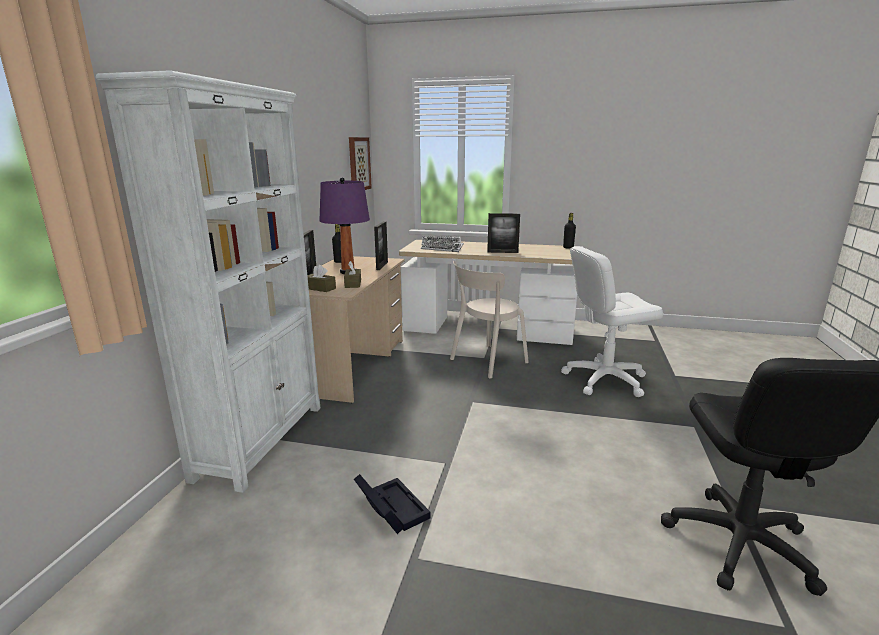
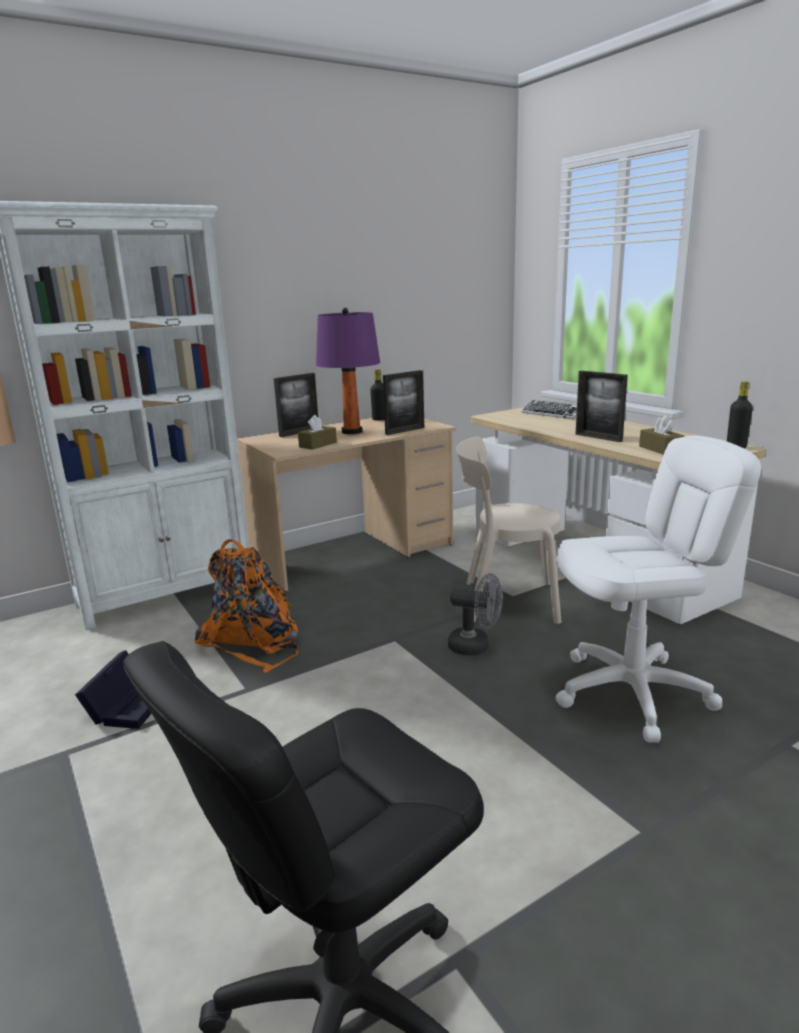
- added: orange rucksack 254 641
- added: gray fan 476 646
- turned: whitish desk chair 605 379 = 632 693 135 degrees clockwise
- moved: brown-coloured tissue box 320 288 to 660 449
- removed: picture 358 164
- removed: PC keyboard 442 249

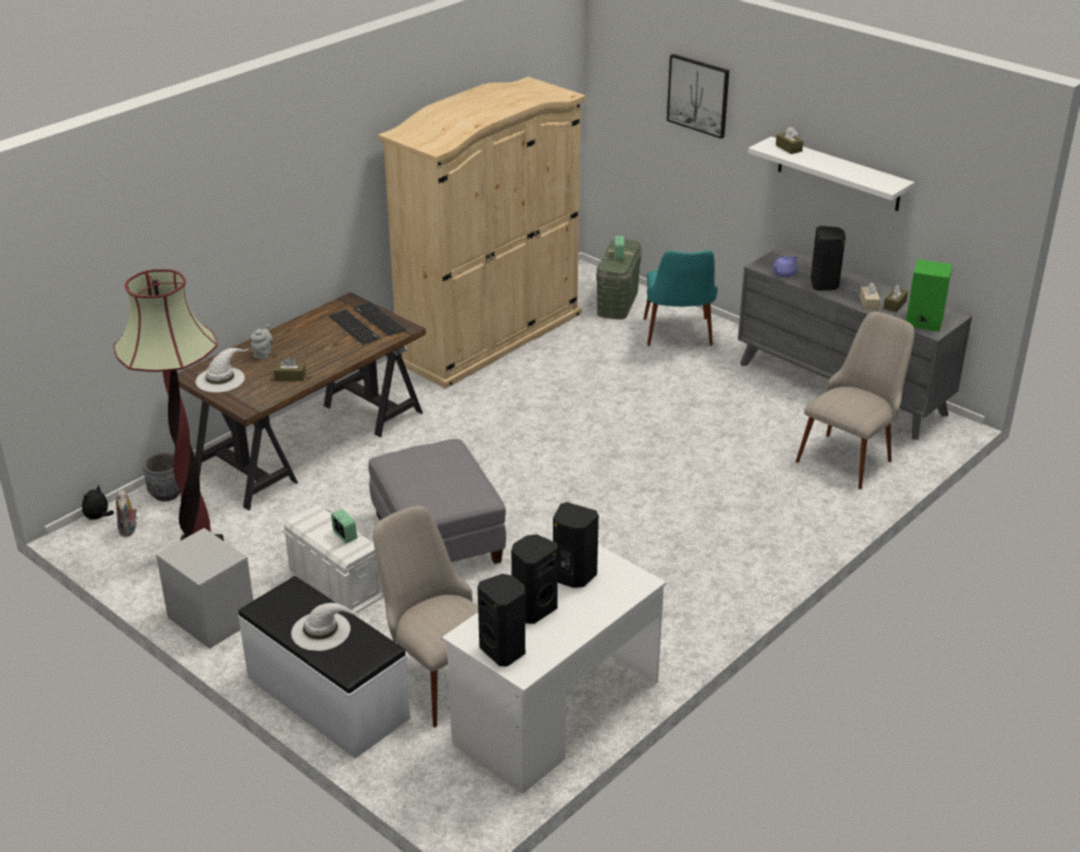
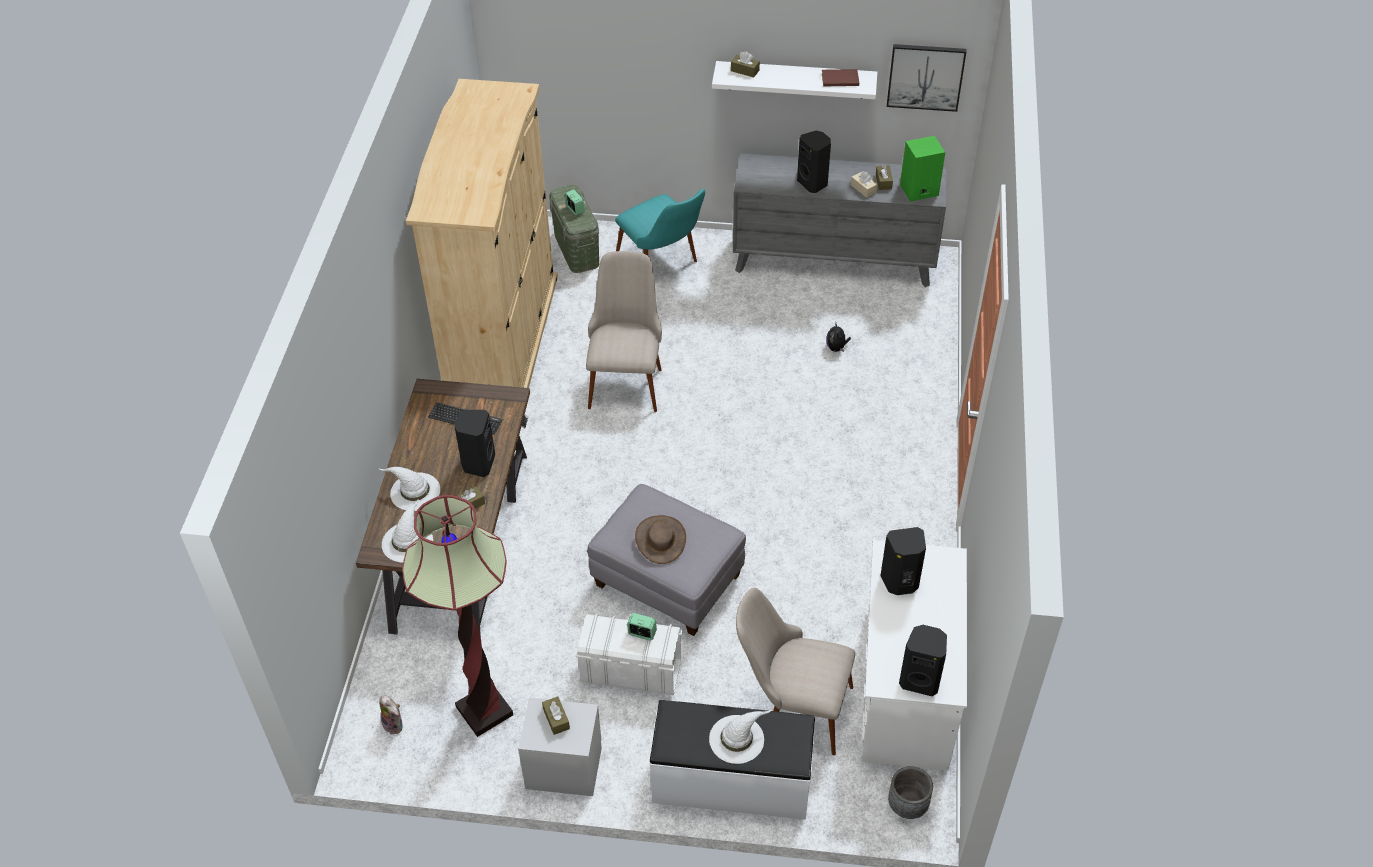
- replaced: gray pot for tea 263 353 to whitish clothing hat 414 491
- moved: blackish speaker 533 609 to 478 463
- added: brown-coloured tissue box 556 719
- moved: sand-coloured plain chair 851 454 to 626 377
- added: brown-coloured clothing hat 660 539
- added: brown-coloured bound book 839 79
- moved: soft toy 98 518 to 836 348
- moved: picture 698 95 to 925 76
- moved: gray planter 167 494 to 907 805
- removed: PC keyboard 379 319
- removed: purple-coloured pot for tea 783 273

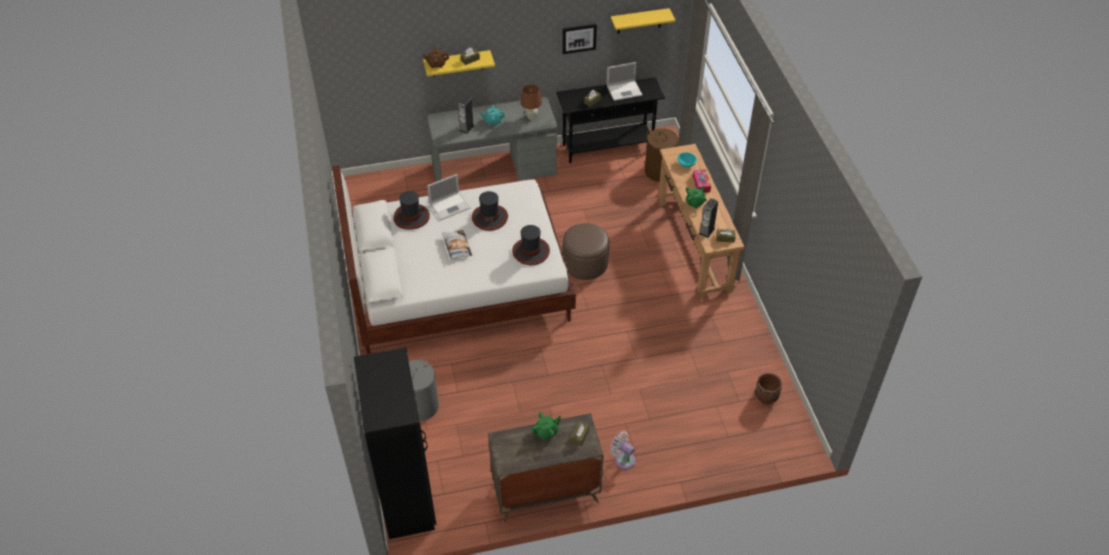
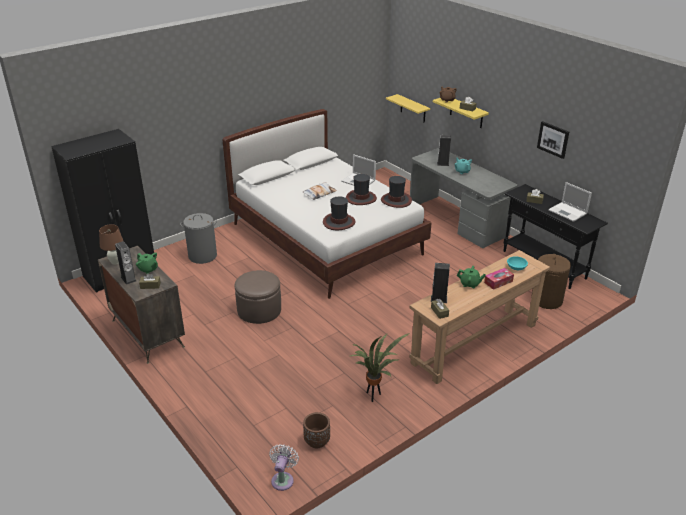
- moved: brown-coloured tabletop lamp 531 117 to 115 262
- added: speaker 128 279
- moved: brown-coloured ottoman 585 263 to 259 310
- moved: whitish fan 623 459 to 283 479
- added: potted plant 374 396
- moved: clothing hat 411 217 to 396 200
- moved: yellowish wall shelf 639 21 to 413 109

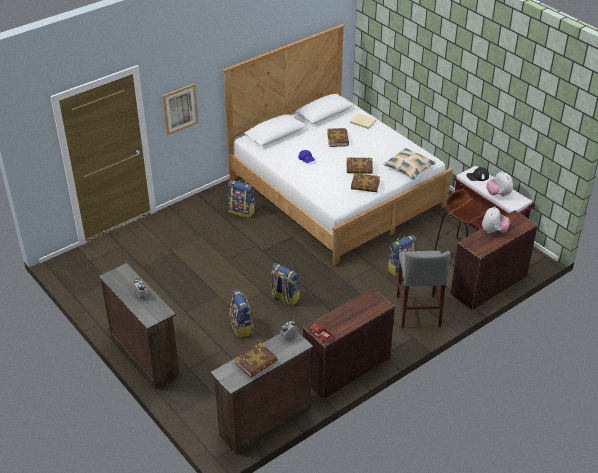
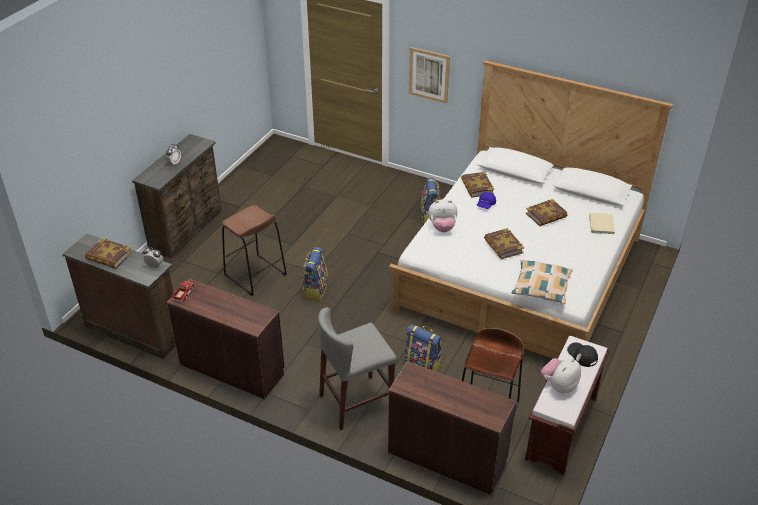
- replaced: rucksack 242 327 to brown-coloured stool seat 255 275
- moved: soft toy 493 231 to 442 227
- moved: bound book 365 185 to 477 187

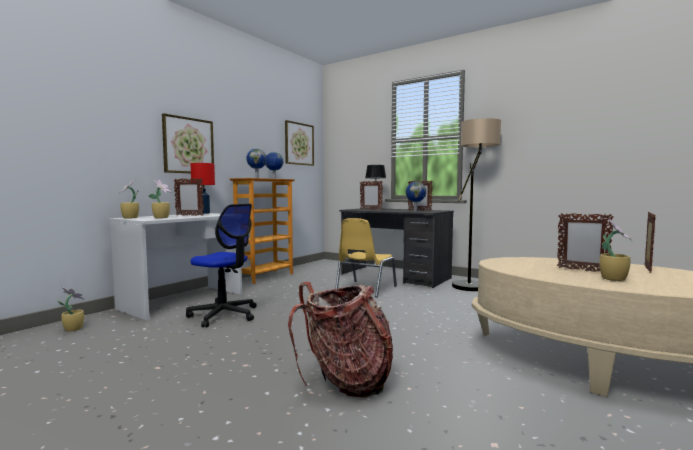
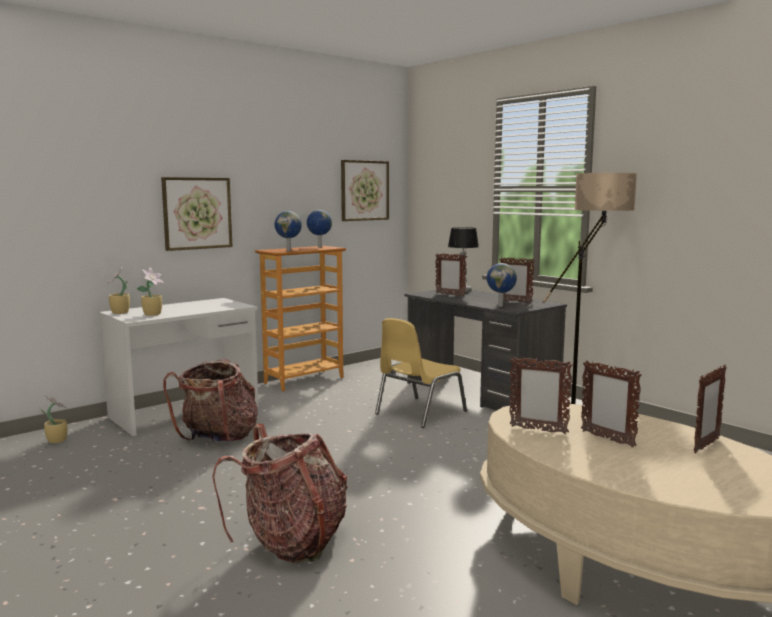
- replaced: desk chair 224 315 to rucksack 218 438
- moved: picture frame 189 215 to 538 430
- removed: red tabletop lamp 204 213
- removed: potted plant 614 279

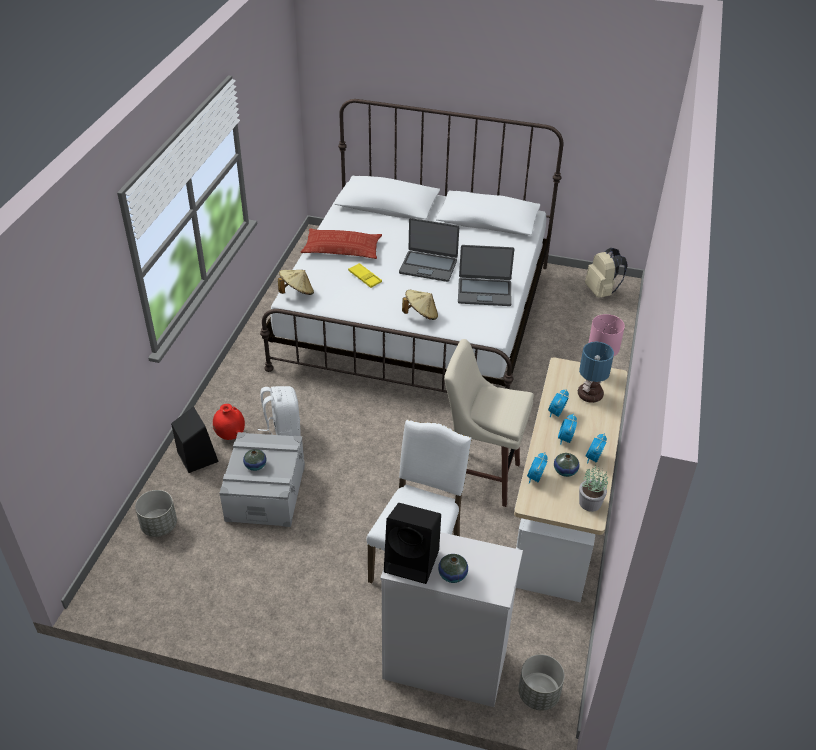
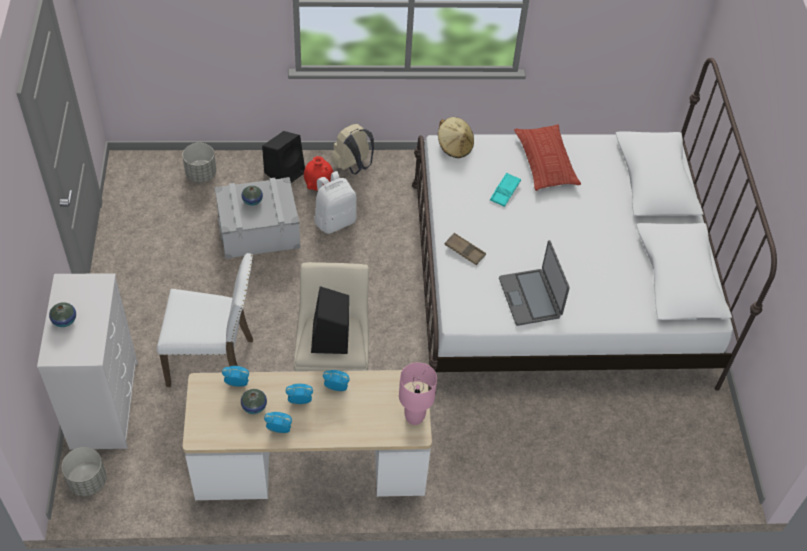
- moved: blackish speaker 413 561 to 330 339
- moved: sand-coloured rucksack 601 292 to 353 166
- replaced: sand-coloured clothing hat 421 315 to brown-coloured carrying tray 464 251
- recoloured: yellowish carrying tray 365 278 to blue-green carrying tray 505 192
- removed: portable computer 428 266
- removed: tabletop lamp 589 396
- removed: potted plant 589 503

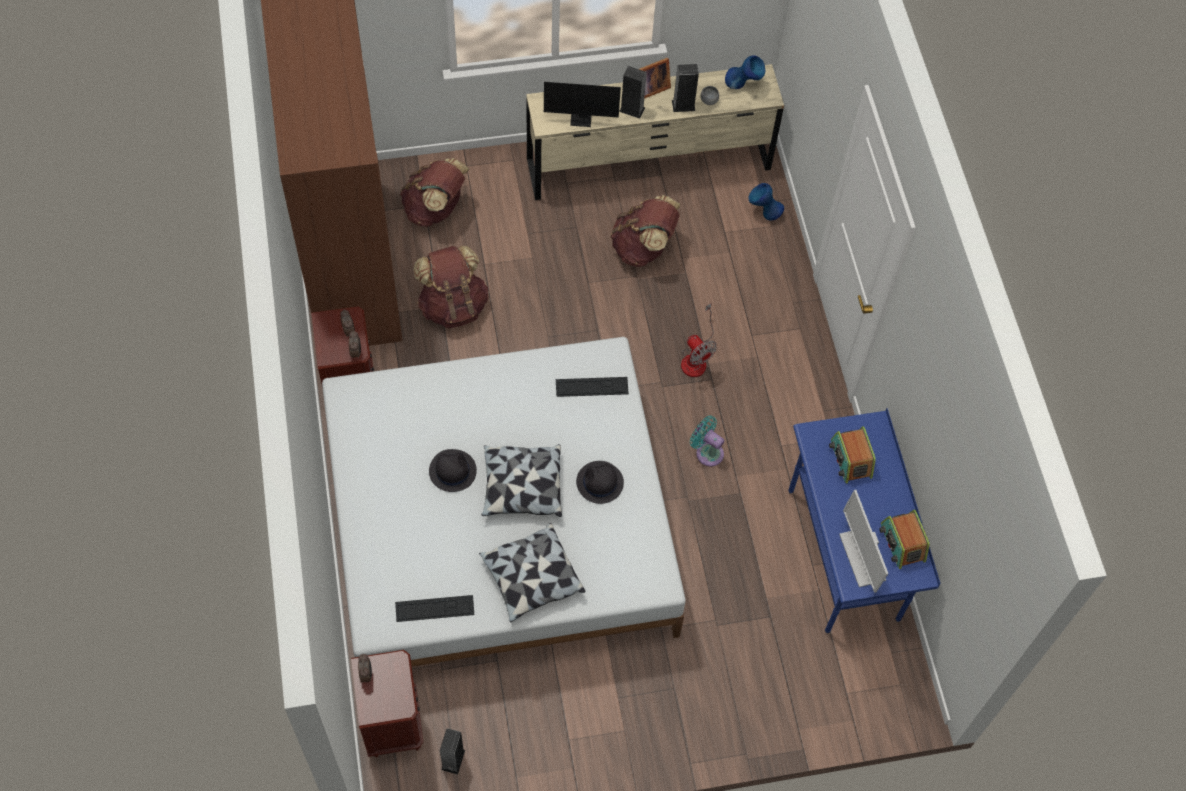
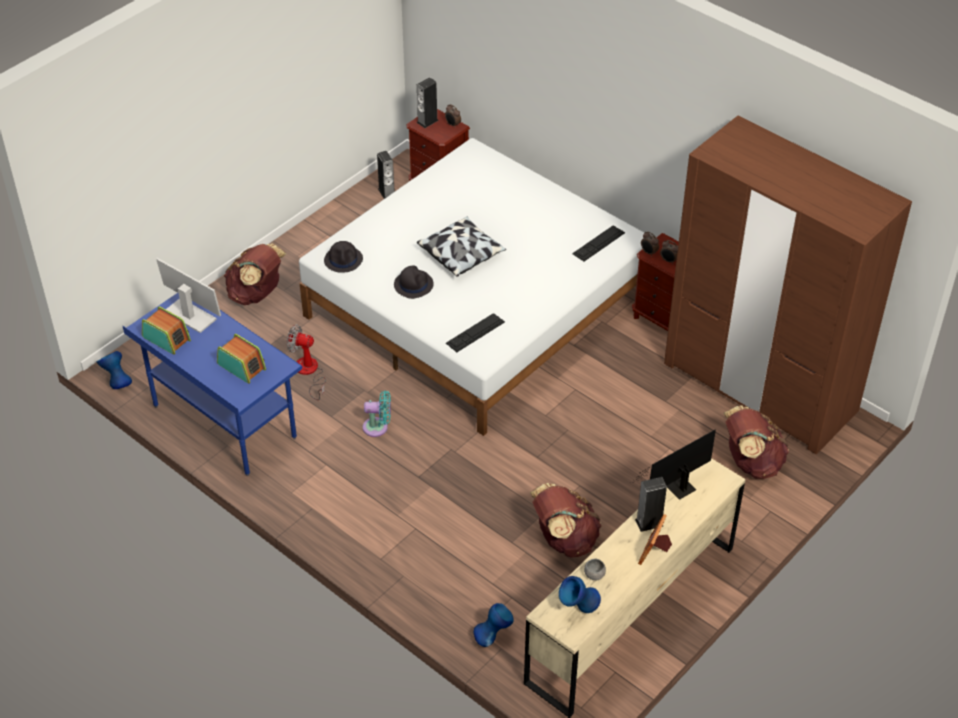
- added: blue decorative vase 117 383
- moved: brown-coloured rucksack 453 306 to 256 294
- moved: fan 696 358 to 309 372
- moved: blackish clothing hat 452 471 to 343 260
- moved: speaker 683 105 to 427 121
- moved: PC keyboard 434 608 to 598 243
- removed: throw pillow 531 578

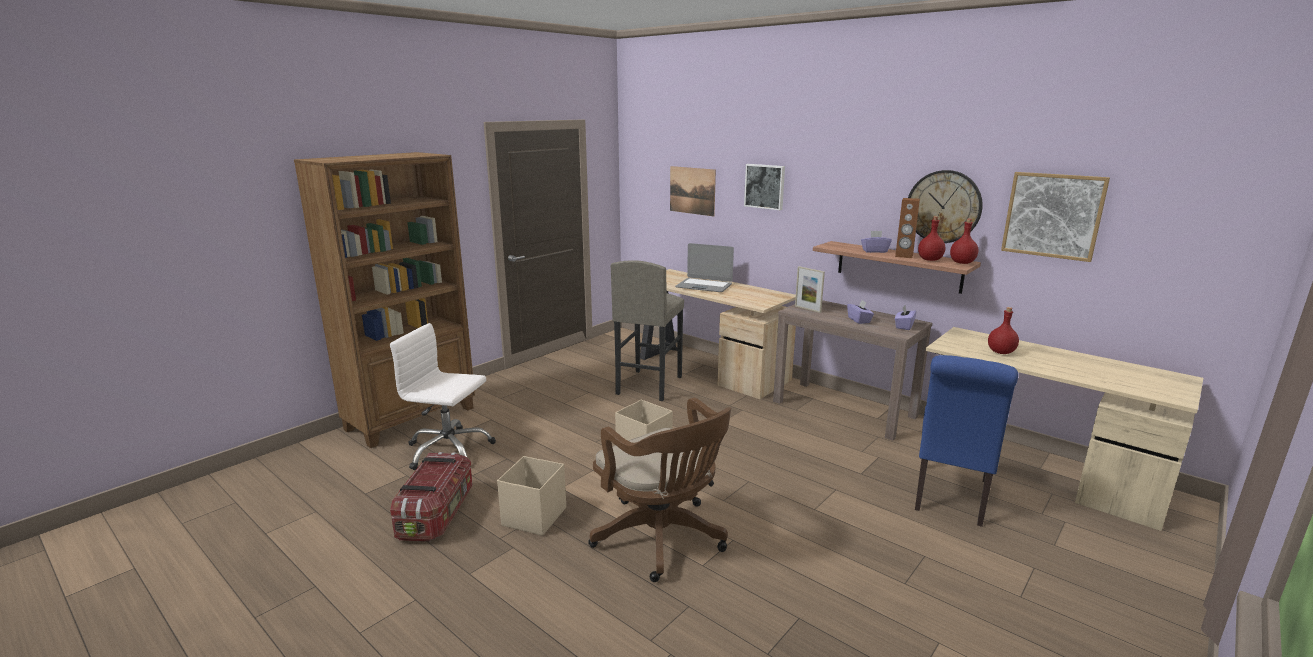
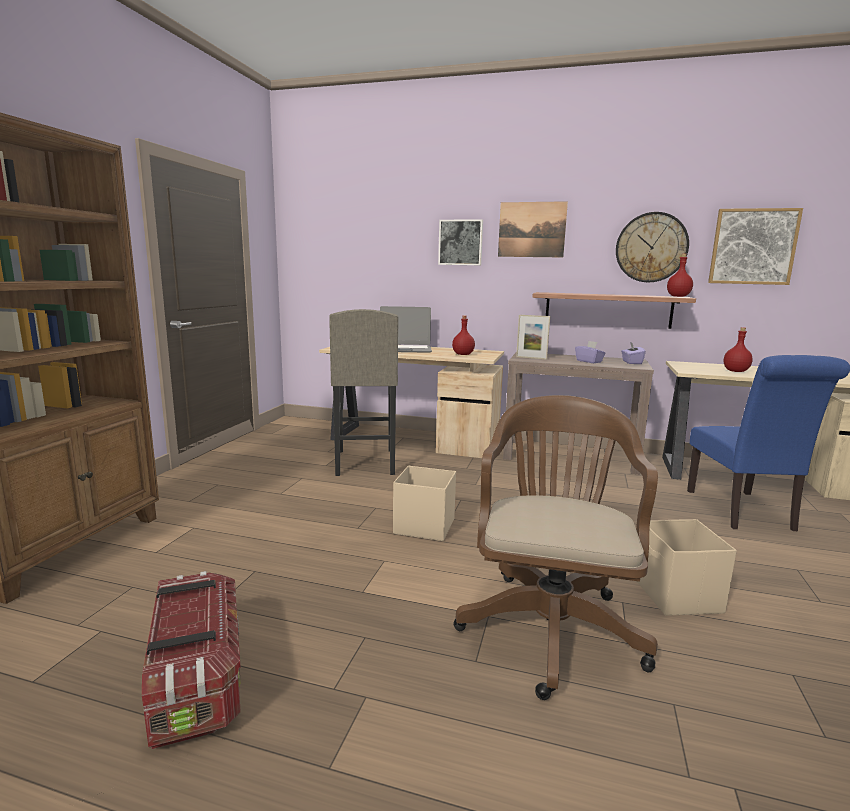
- moved: red bottle 929 260 to 462 354
- turned: brown-coloured desk chair 663 539 = 551 624 105 degrees counterclockwise
- moved: picture 692 190 to 531 229
- moved: sand-coloured storage bin 533 517 to 677 596
- removed: whitish desk chair 448 450
- removed: purple-coloured tissue box 874 251
- removed: brown-coloured speaker 904 256

